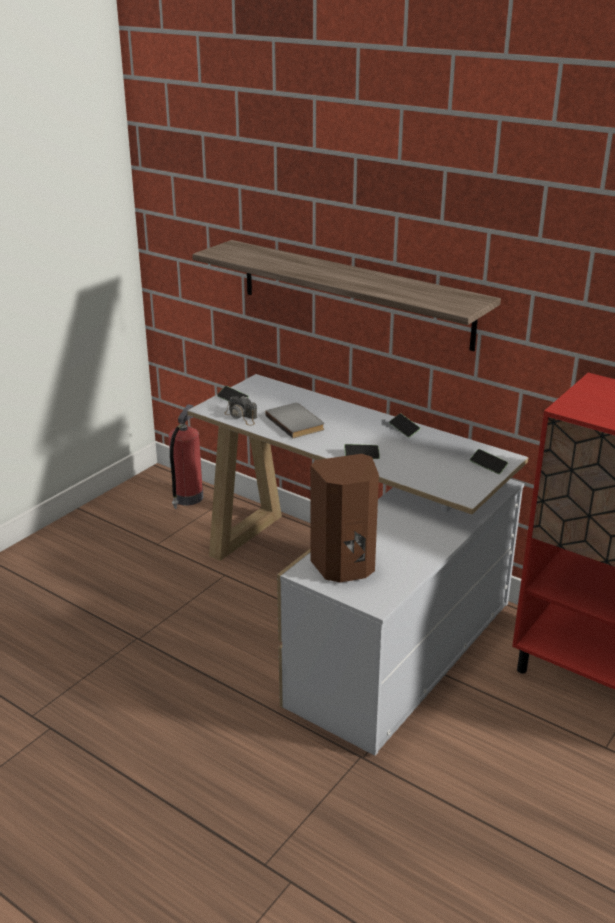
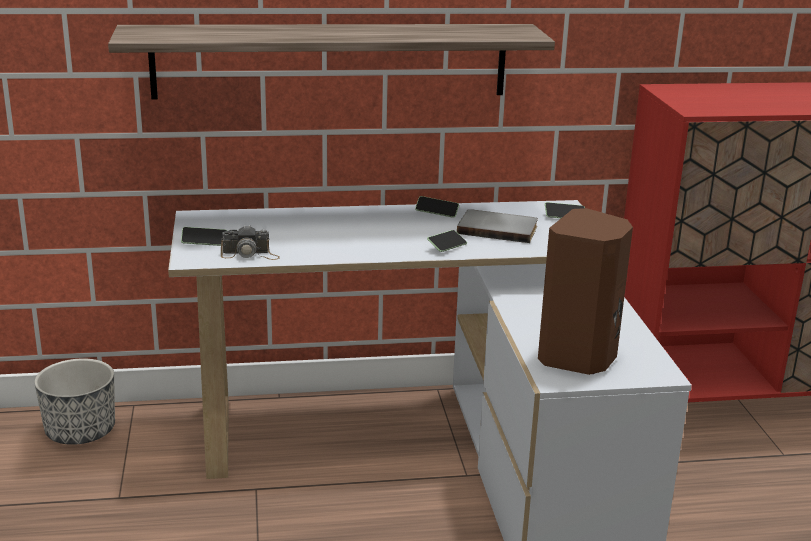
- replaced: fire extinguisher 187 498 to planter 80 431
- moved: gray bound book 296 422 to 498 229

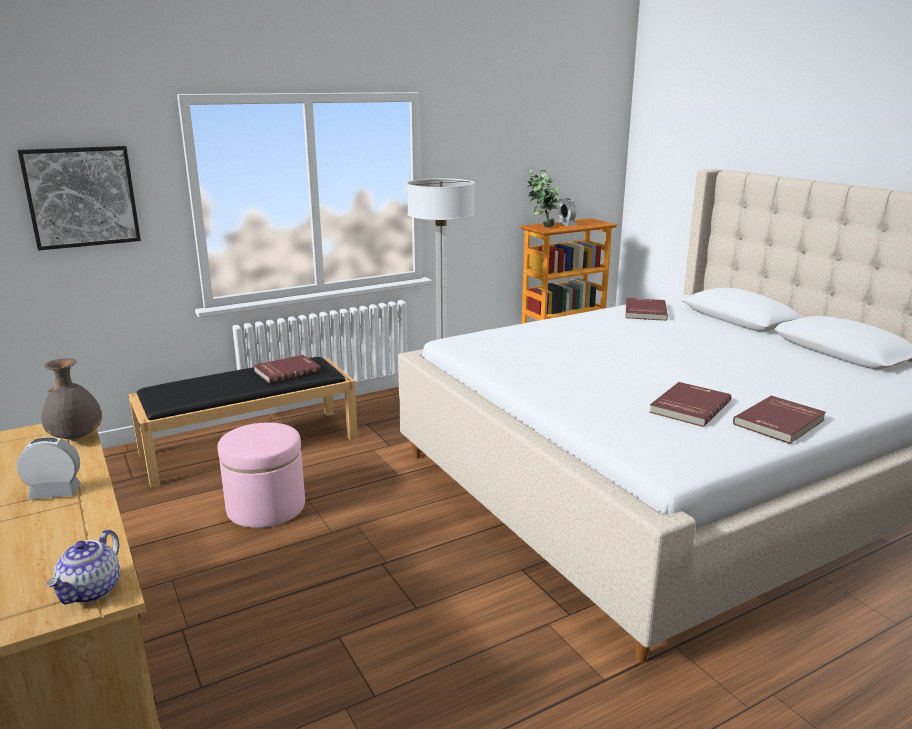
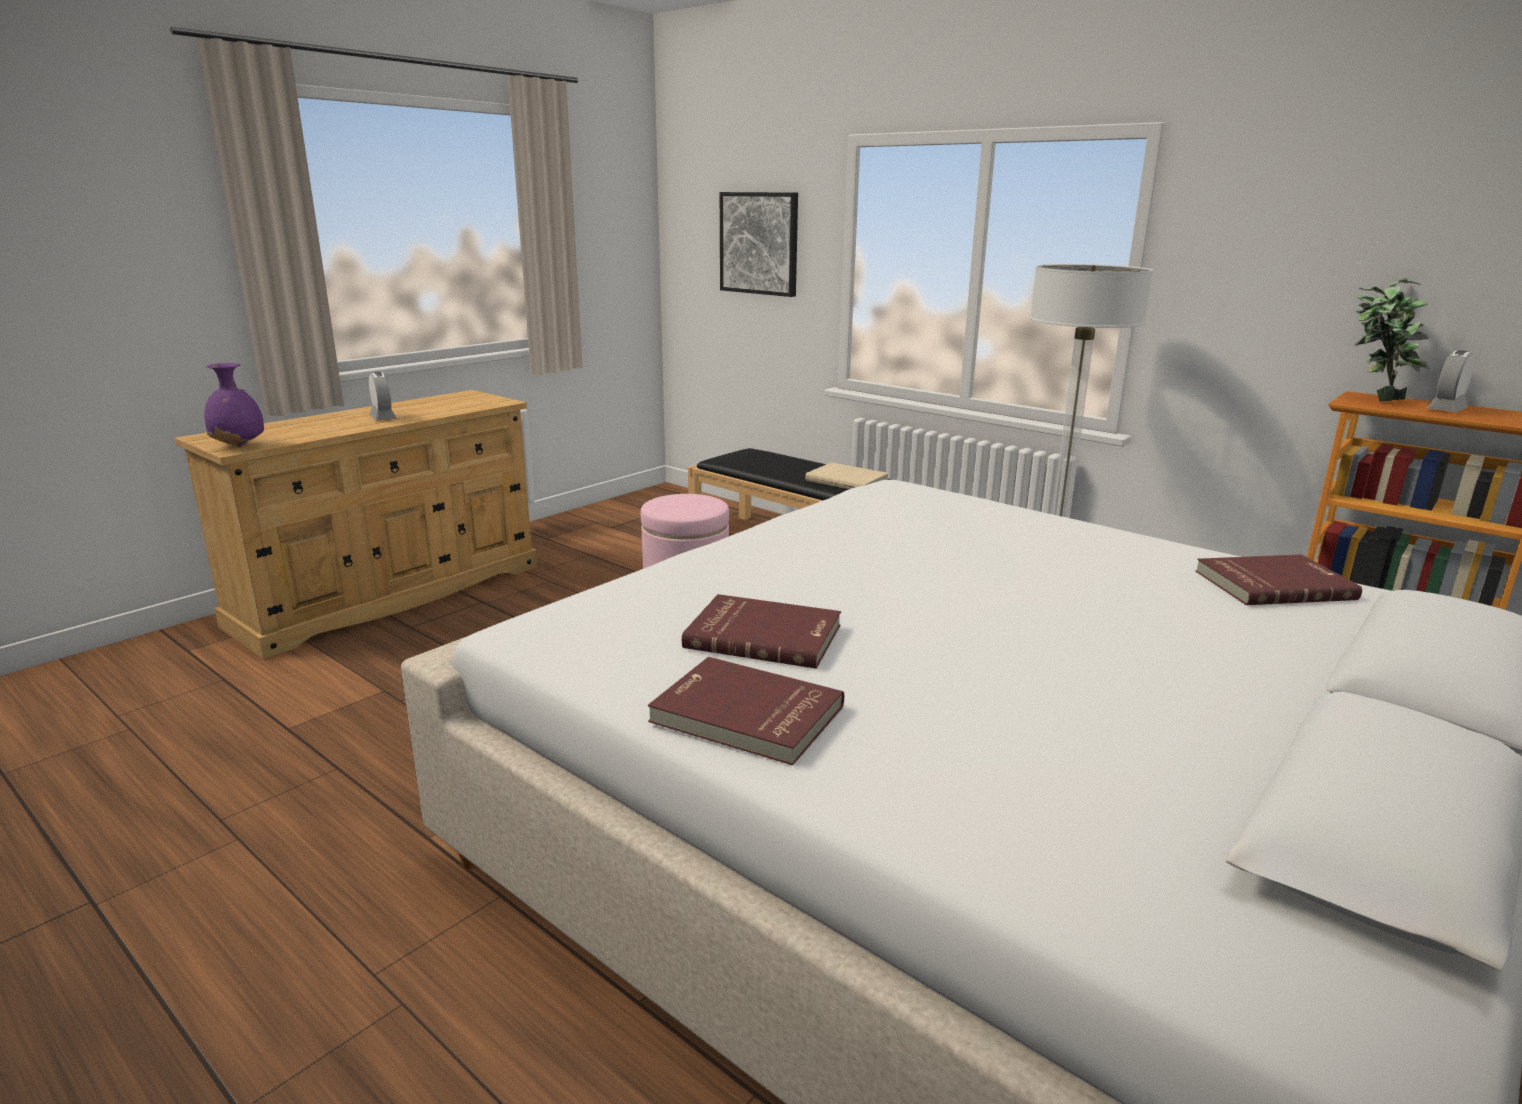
- replaced: pot for tea 91 591 to purple-coloured decorative vase 239 446
- recoloured: red bound book 286 371 to sand-coloured bound book 847 480
- removed: gray decorative vase 76 438

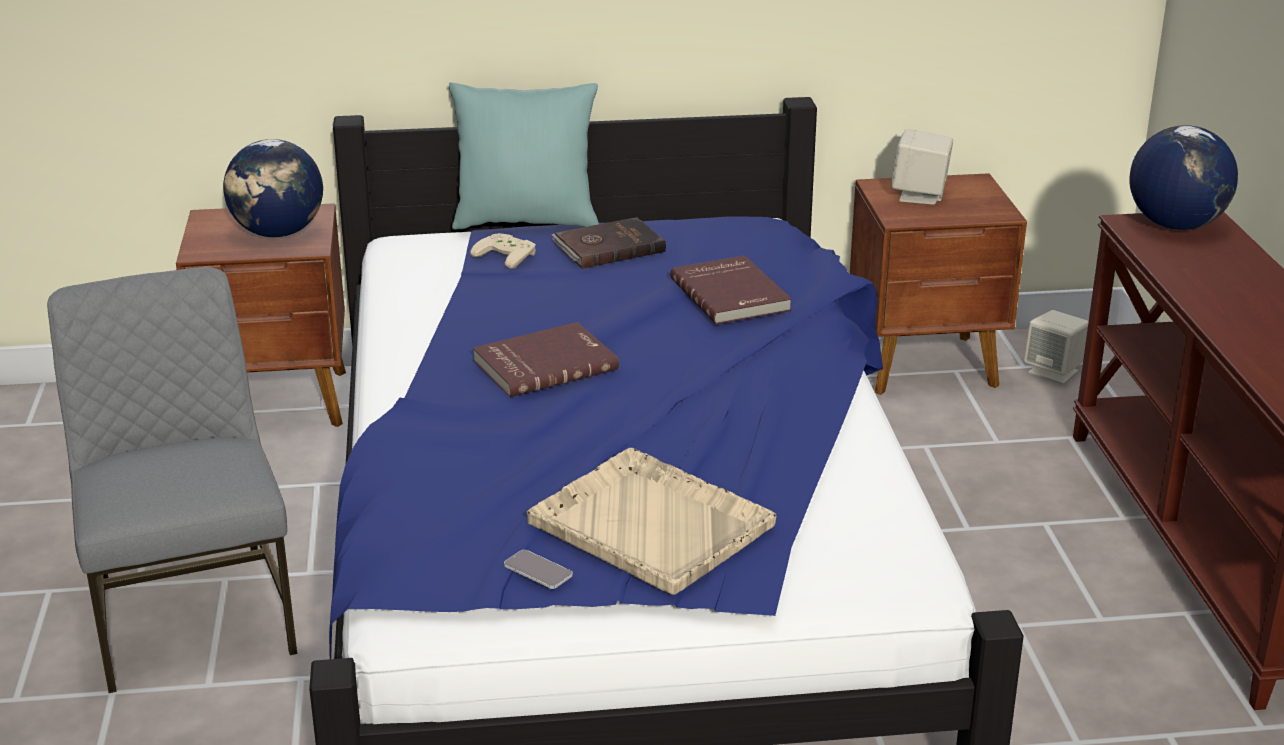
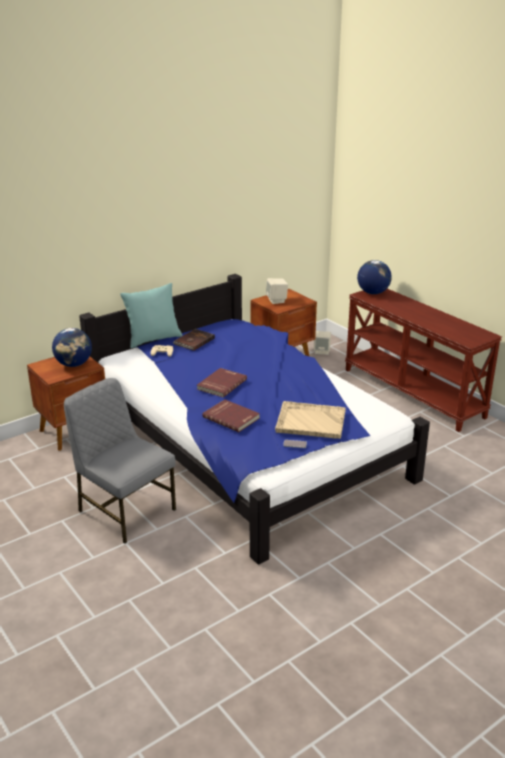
- moved: red bound book 732 294 to 232 417

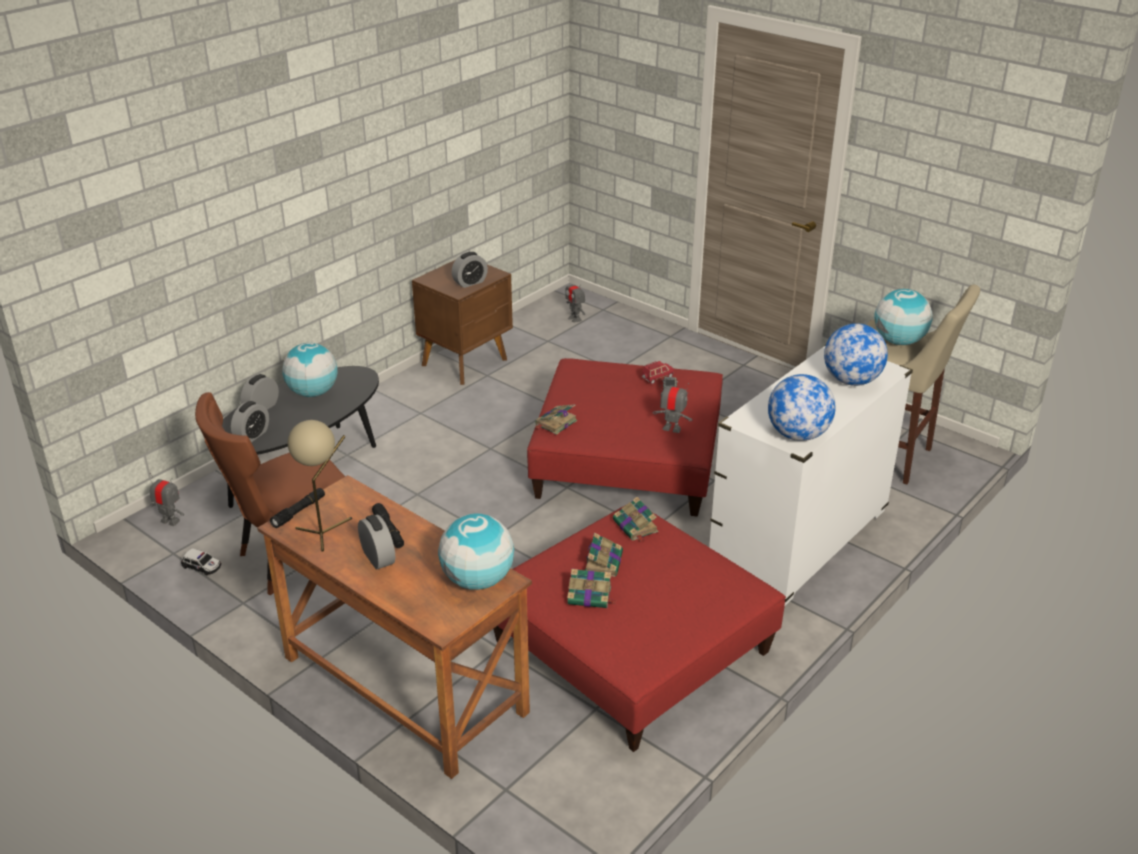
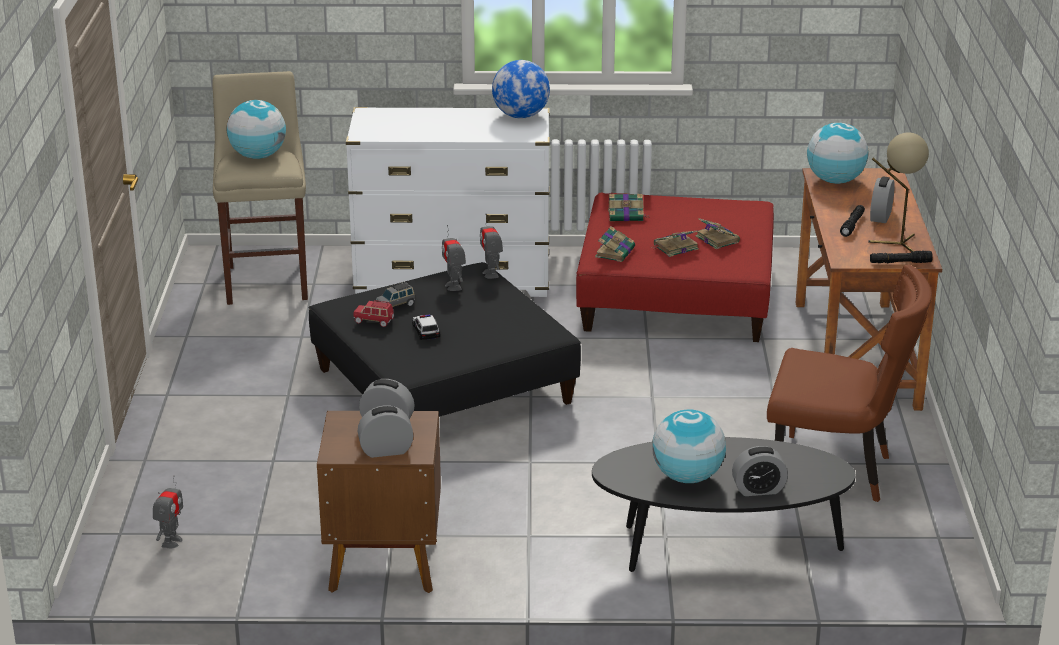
- recoloured: red ottoman 627 460 to blackish ottoman 444 386
- moved: bedside clock 252 435 to 386 451
- moved: toy car 202 566 to 425 331
- moved: toy robot 170 521 to 491 274
- moved: bound book 555 423 to 626 215
- removed: globe 851 381

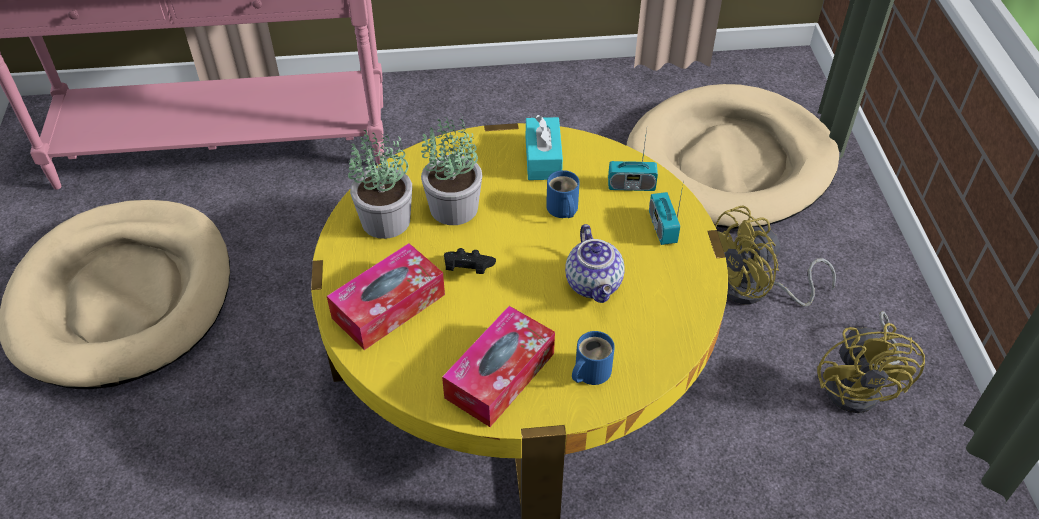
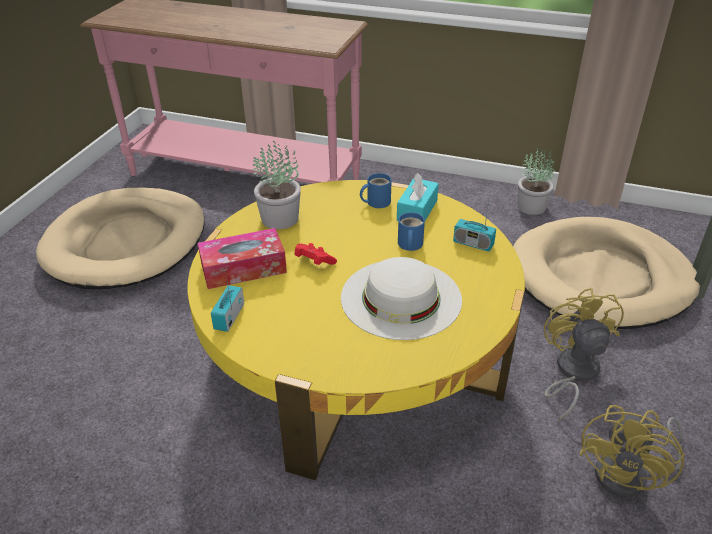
- moved: radio 662 227 to 229 317
- recoloured: blackish game controller 467 269 to red game controller 314 262
- replaced: pot for tea 595 284 to whitish clothing hat 401 298
- moved: blue mug 589 371 to 376 202
- moved: potted plant 453 207 to 531 206
- turned: yellowish fan 755 290 = 572 372 90 degrees clockwise
- removed: tissue box 500 375

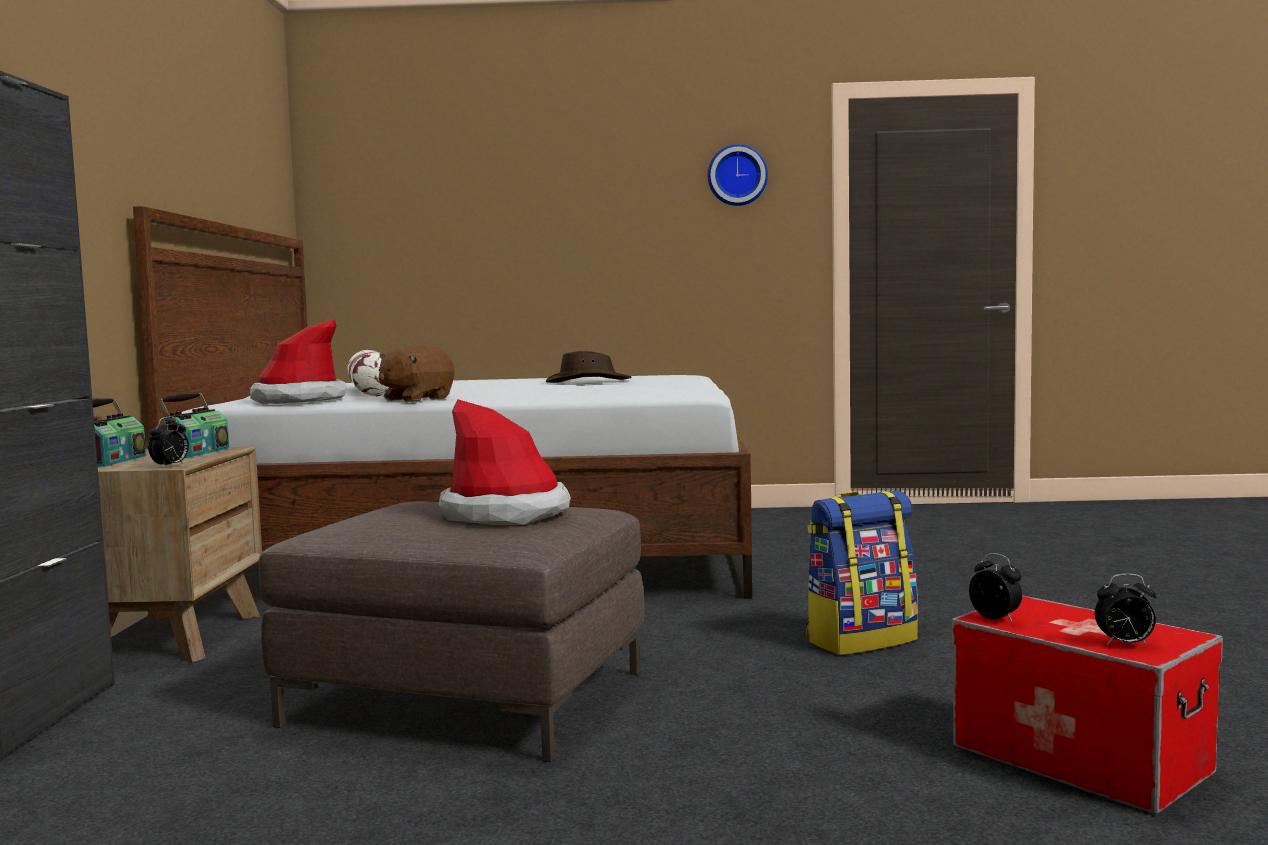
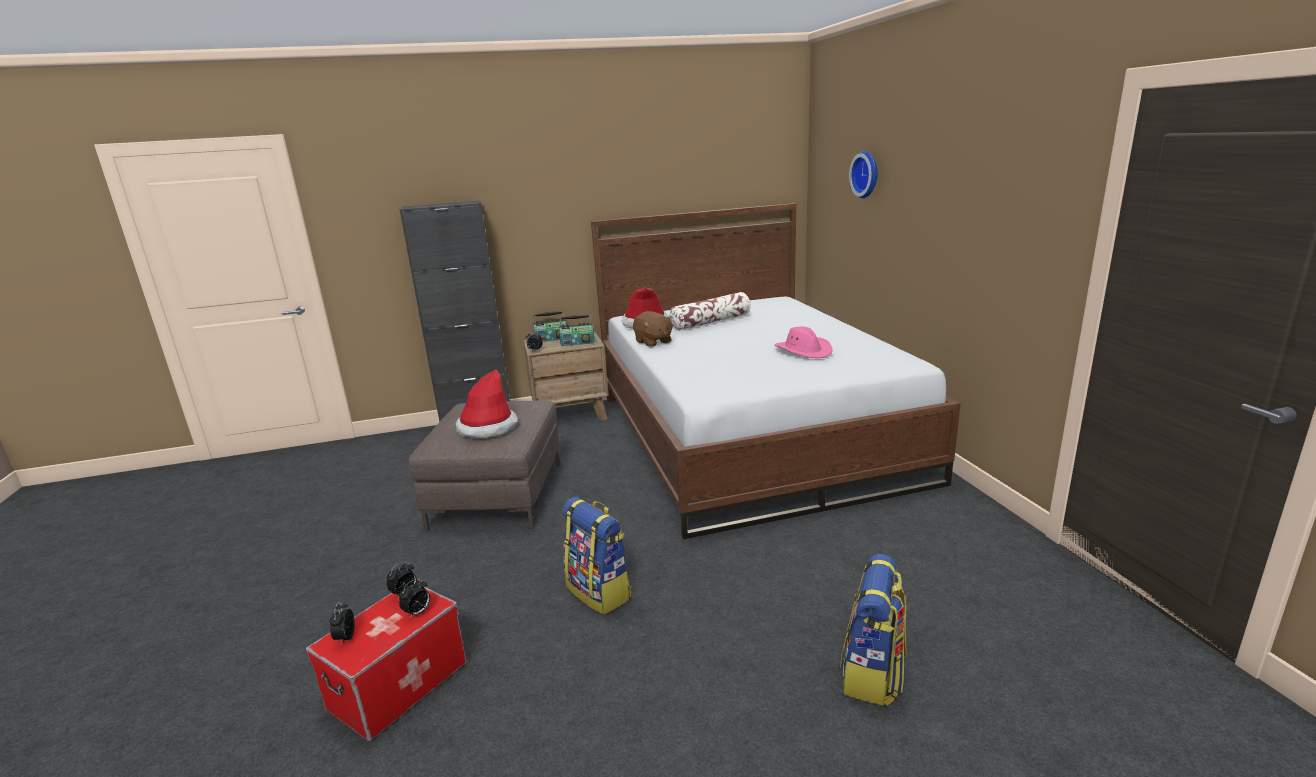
- added: bedside clock 418 612
- turned: brown-coloured soft toy 416 399 = 653 342 150 degrees counterclockwise
- recoloured: brown-coloured clothing hat 587 381 to pinkish clothing hat 804 350
- added: rucksack 873 674
- moved: hanging clock 737 176 to 867 174

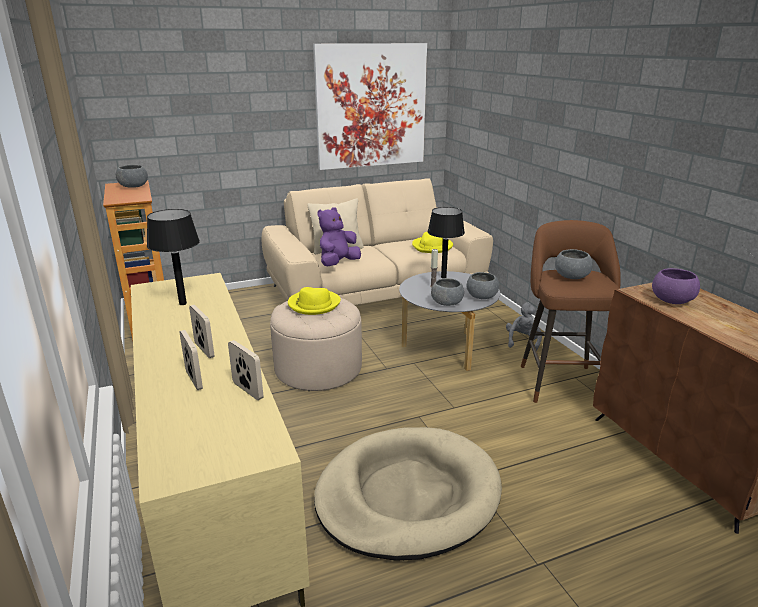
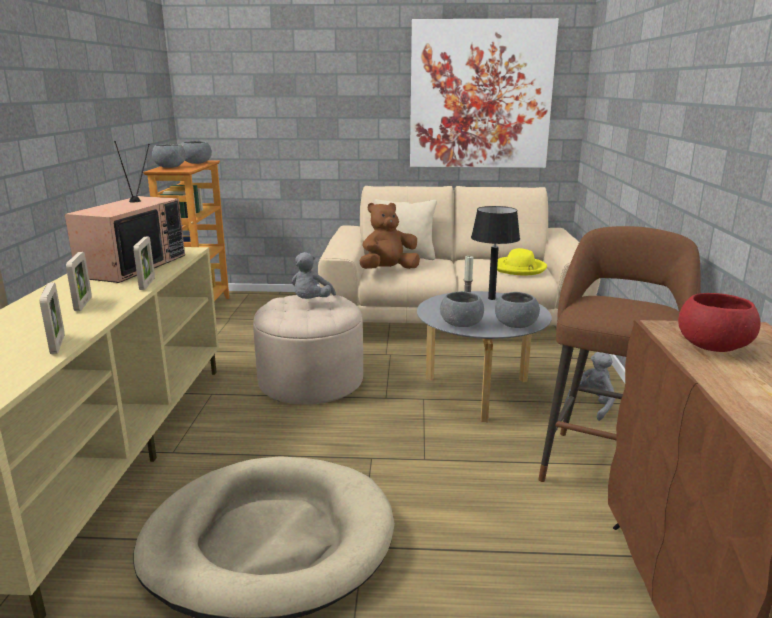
- replaced: blackish tabletop lamp 182 303 to television 132 265
- moved: picture frame 194 380 to 147 284
- moved: gray bowl 571 276 to 170 167
- replaced: yellowish clothing hat 314 304 to gray soft toy 311 302
- recoloured: purple-coloured soft toy 338 263 to brown-coloured soft toy 388 270
- recoloured: purple-coloured bowl 672 300 to red bowl 713 346

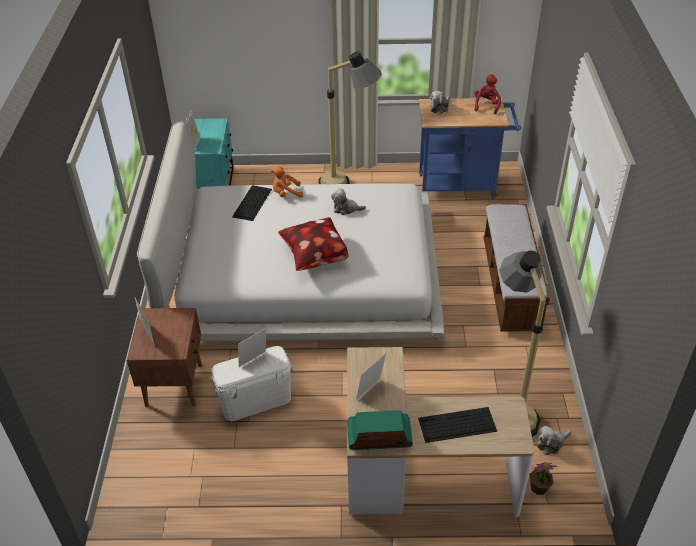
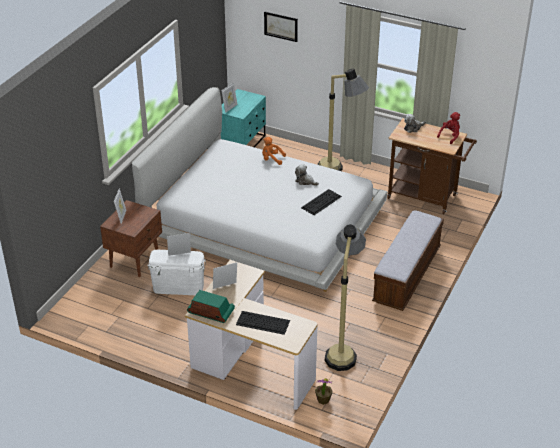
- added: picture 281 26
- moved: PC keyboard 252 202 to 321 202
- recoloured: blue trolley 462 186 to brown-coloured trolley 426 197
- removed: throw pillow 314 258
- removed: soft toy 551 443

